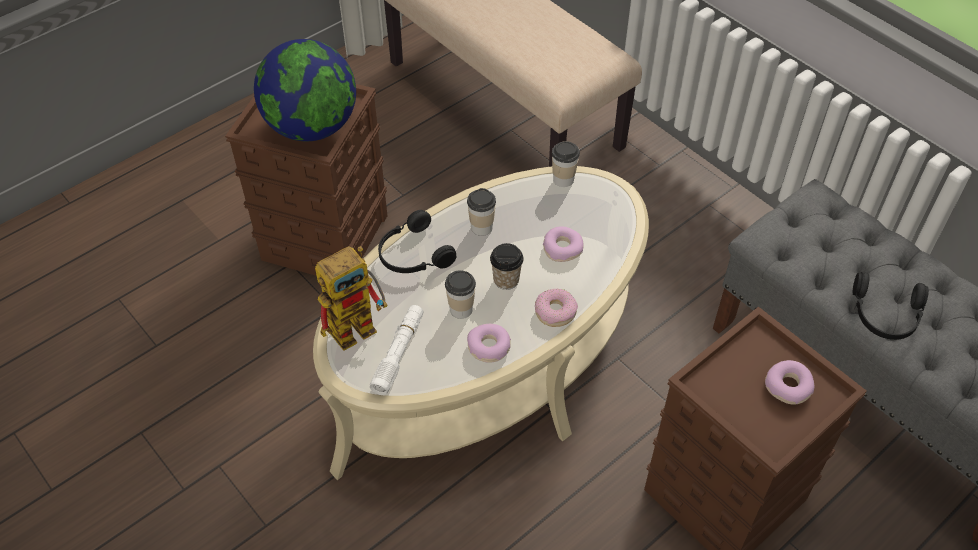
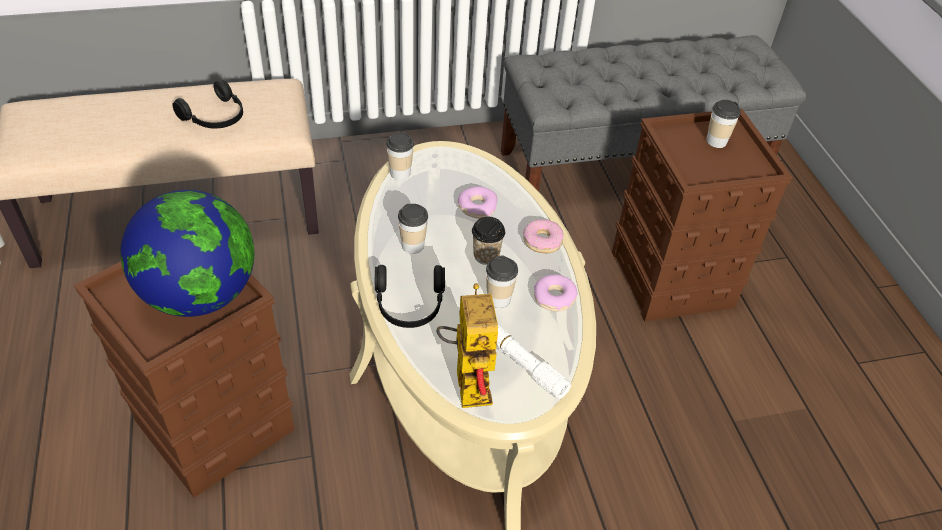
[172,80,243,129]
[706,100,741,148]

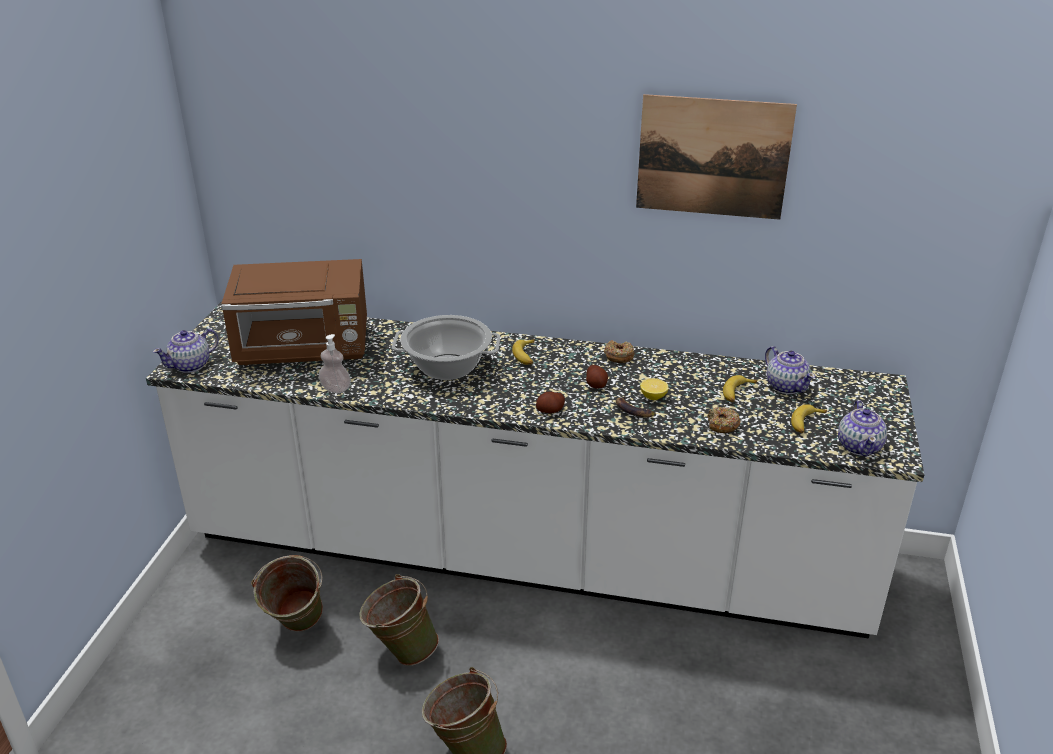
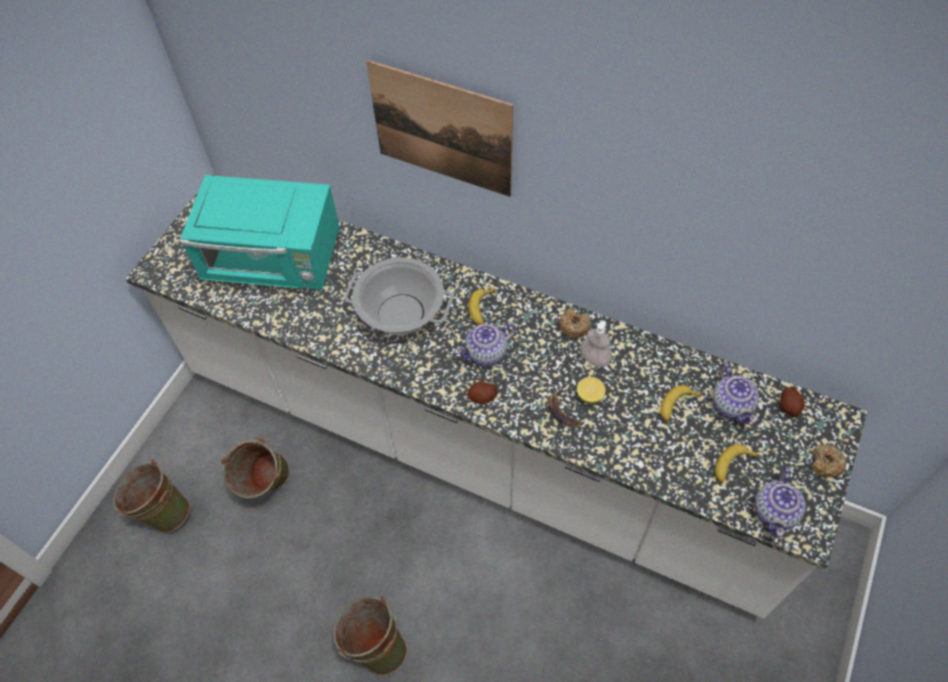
[113,460,190,533]
[180,175,340,290]
[366,60,513,197]
[454,322,516,367]
[580,321,612,367]
[780,387,805,417]
[812,445,846,477]

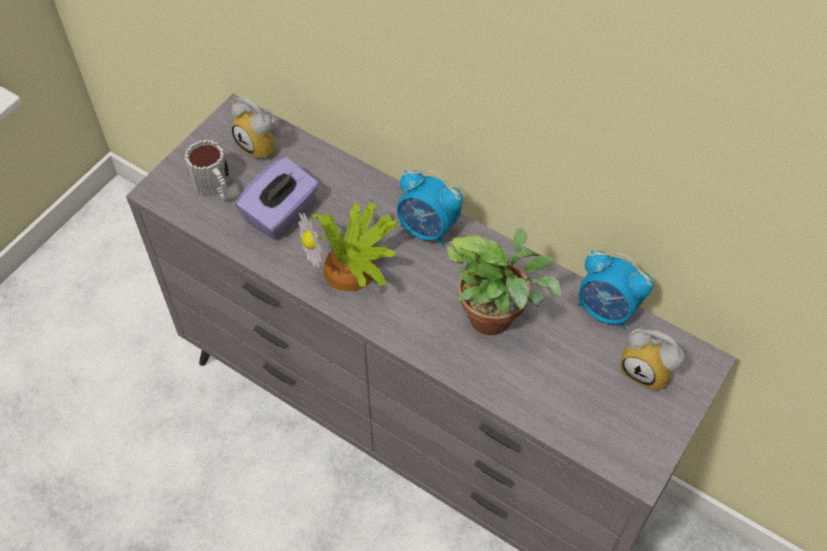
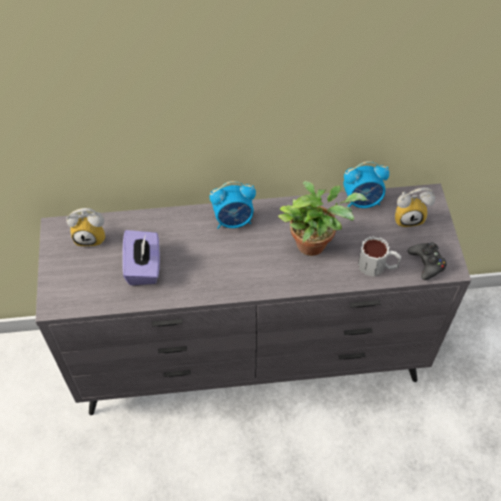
[358,236,401,277]
[408,242,446,280]
[298,201,398,291] (first image)

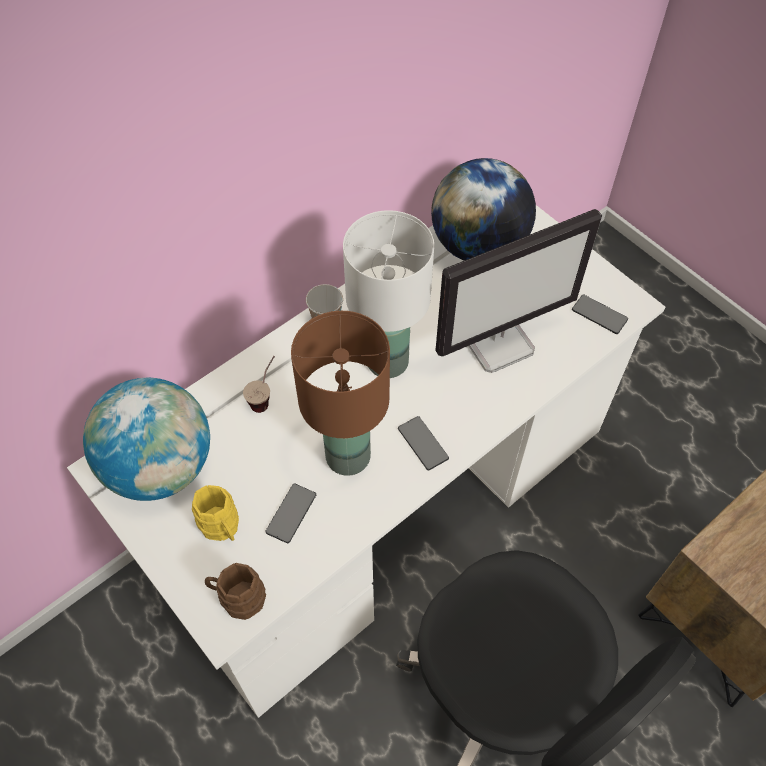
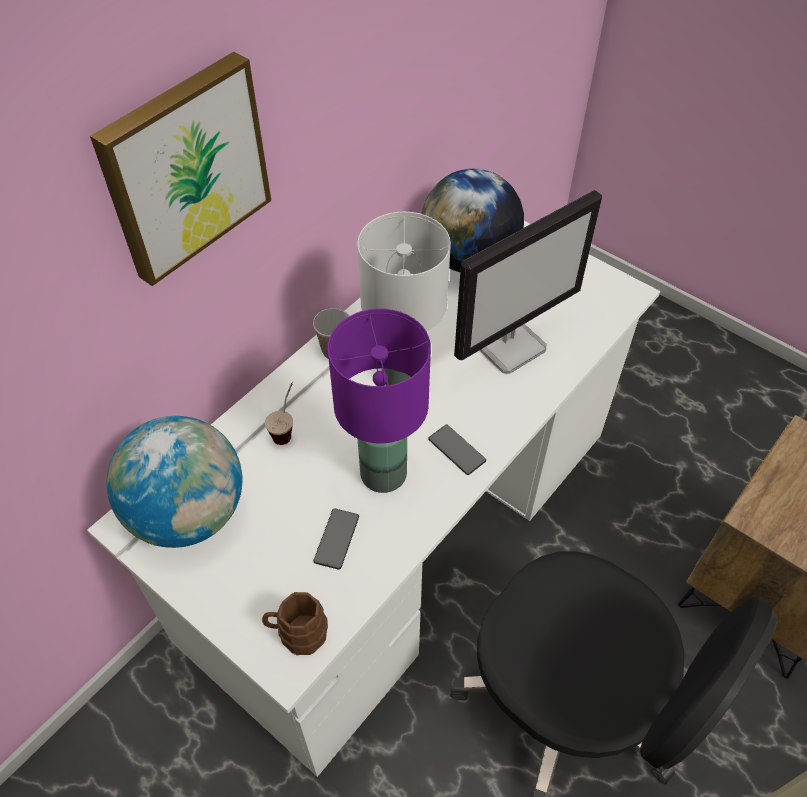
[90,52,271,286]
[328,309,431,493]
[192,485,239,541] (first image)
[572,294,628,334] (first image)

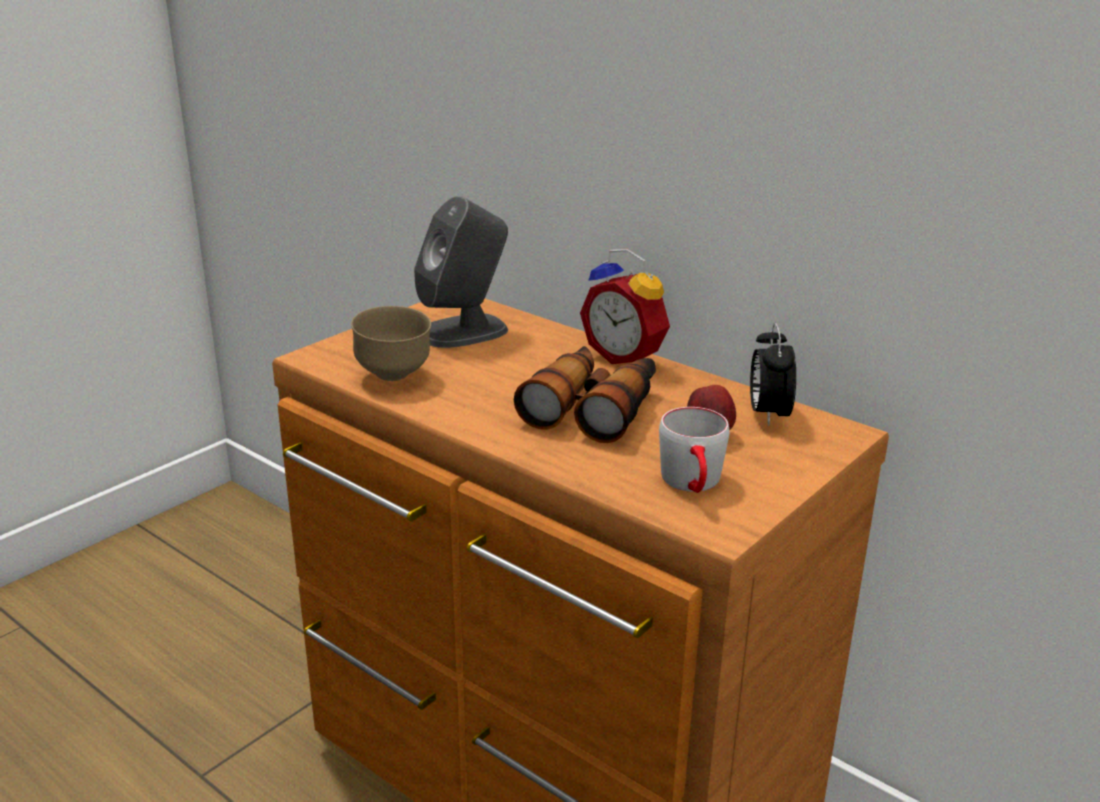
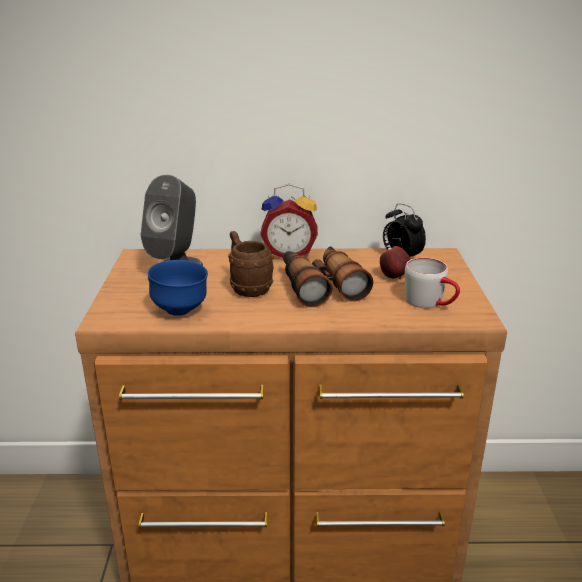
[148,260,208,316]
[228,231,274,297]

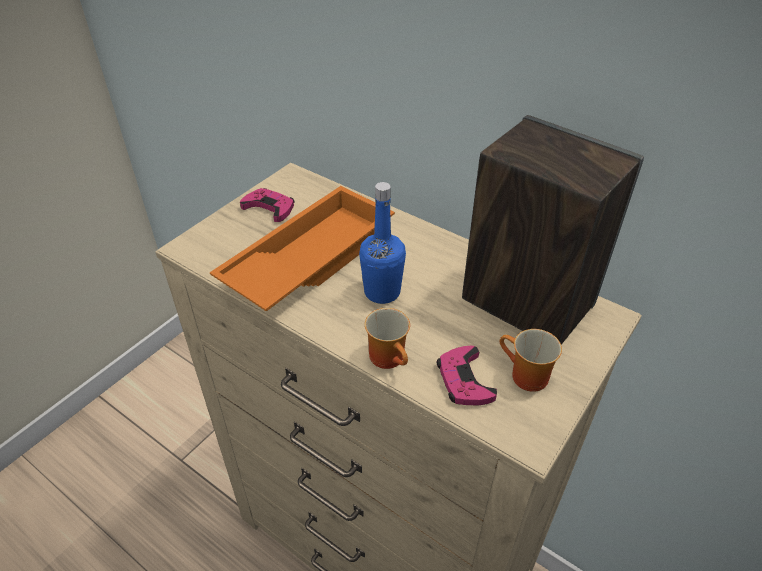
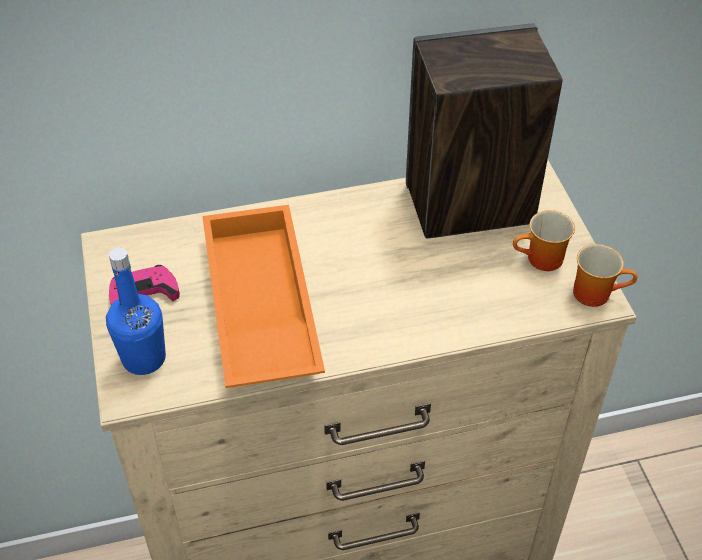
[106,248,166,375]
[573,244,638,307]
[437,346,497,405] (first image)

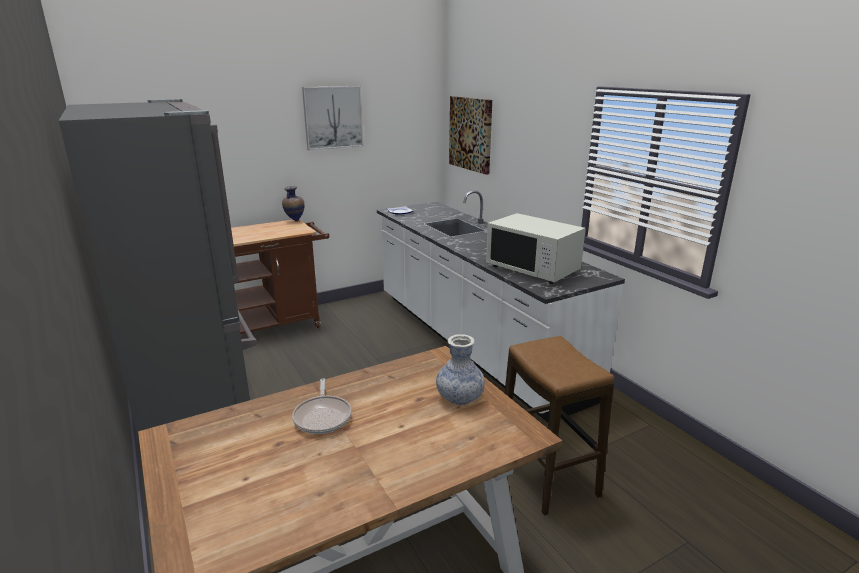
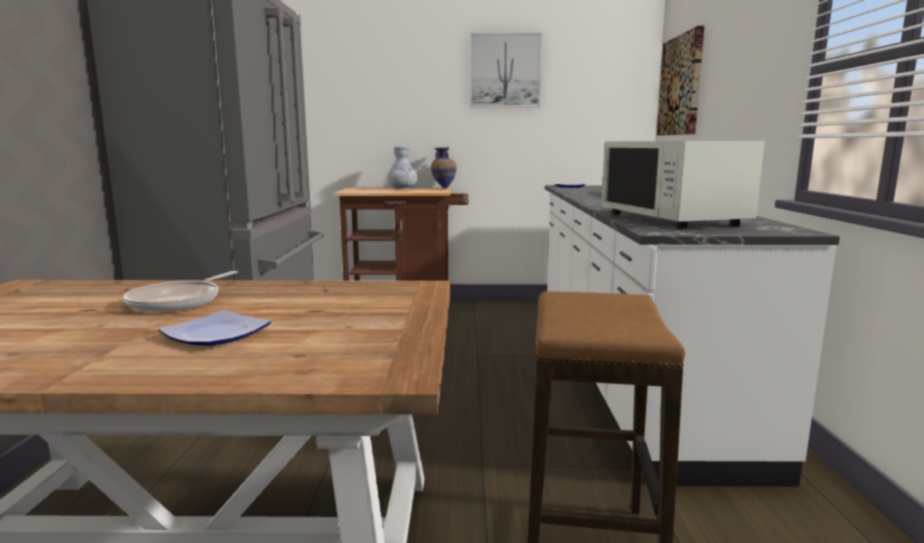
[158,310,271,346]
[387,147,418,190]

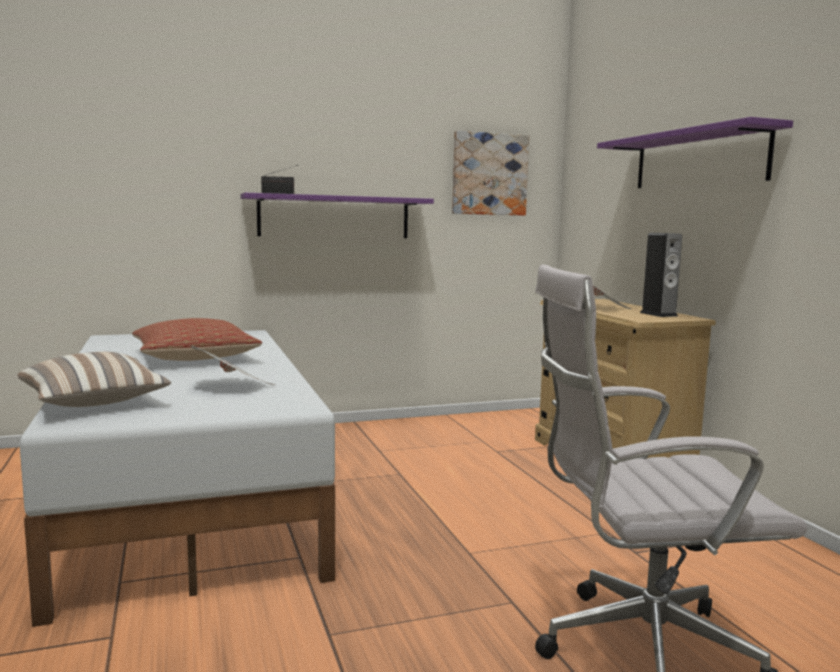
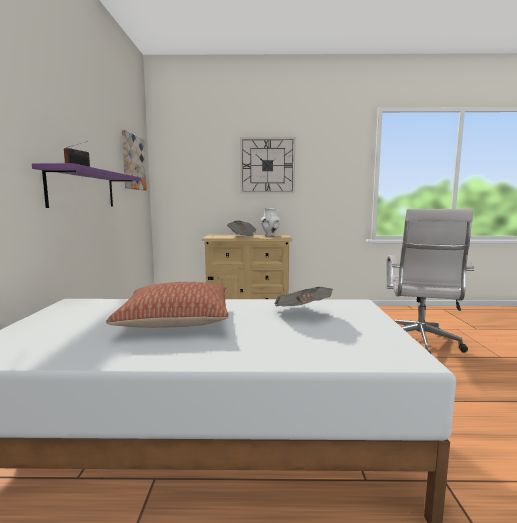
[240,137,295,194]
[261,208,280,236]
[17,352,171,407] (first image)

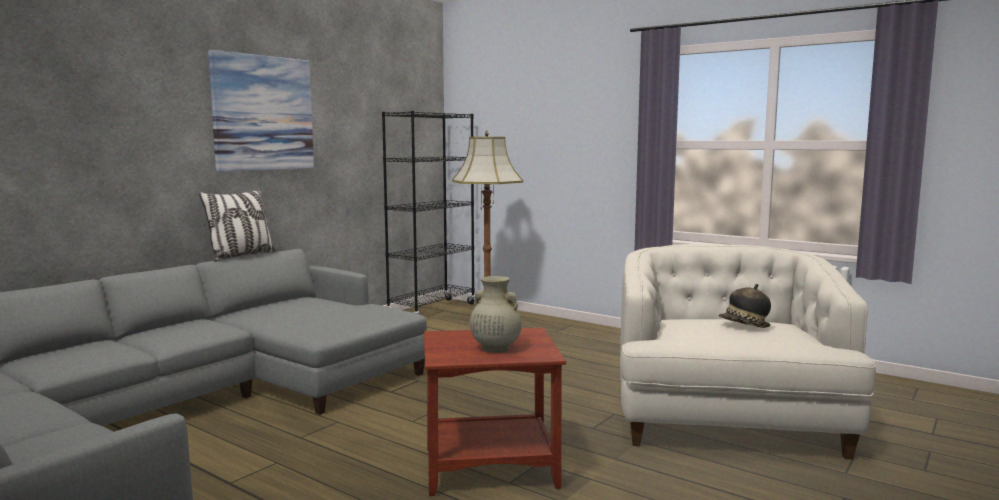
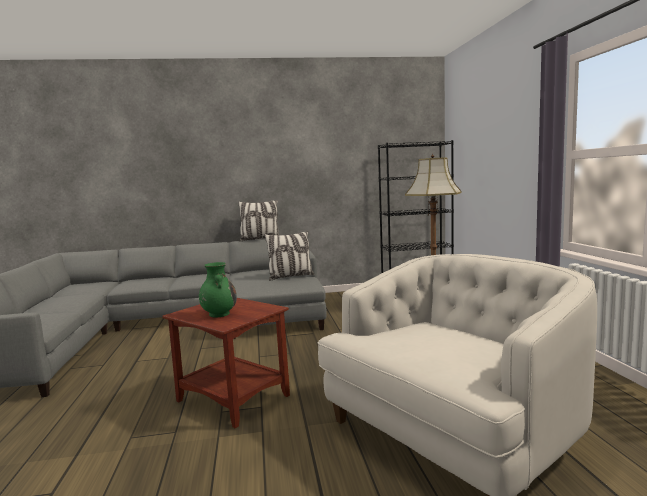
[199,262,237,317]
[264,231,314,281]
[208,50,314,172] (first image)
[719,284,771,328] (first image)

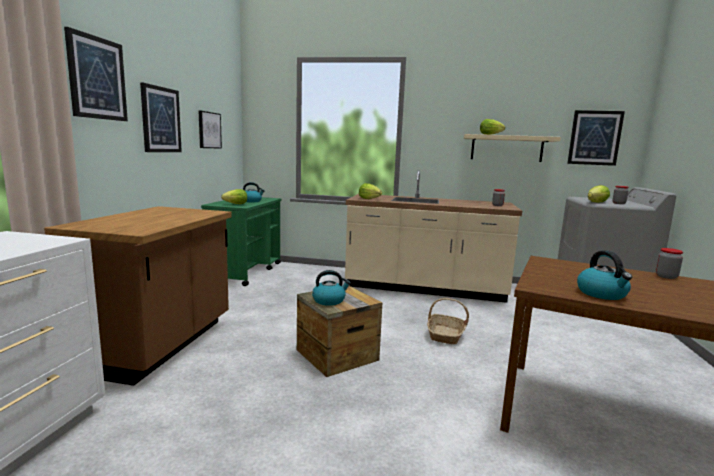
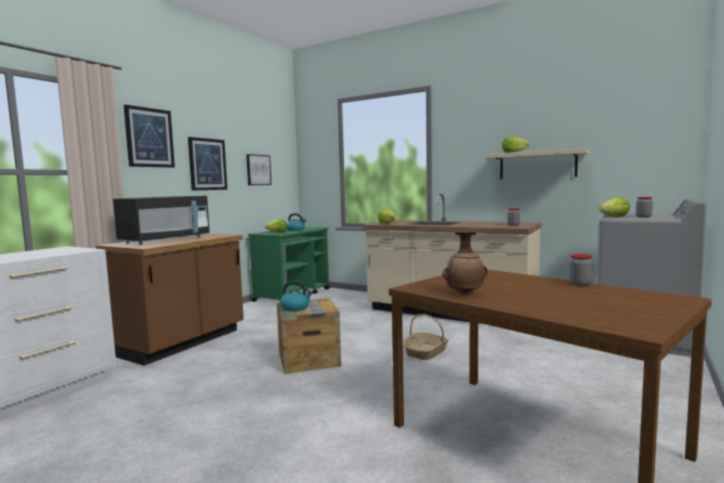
[113,196,210,245]
[442,231,488,294]
[567,110,625,166] (first image)

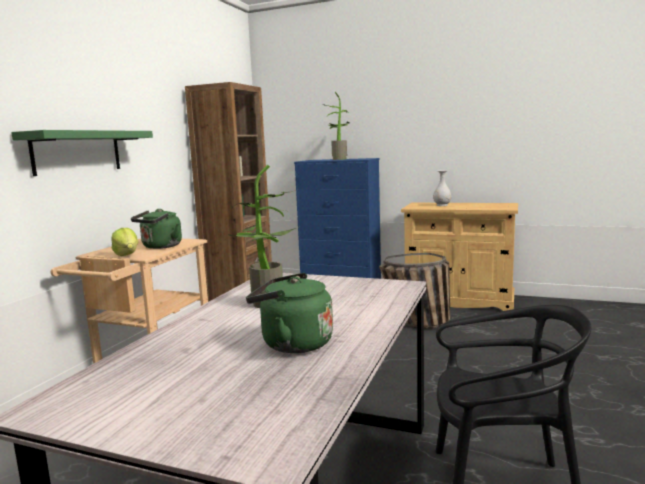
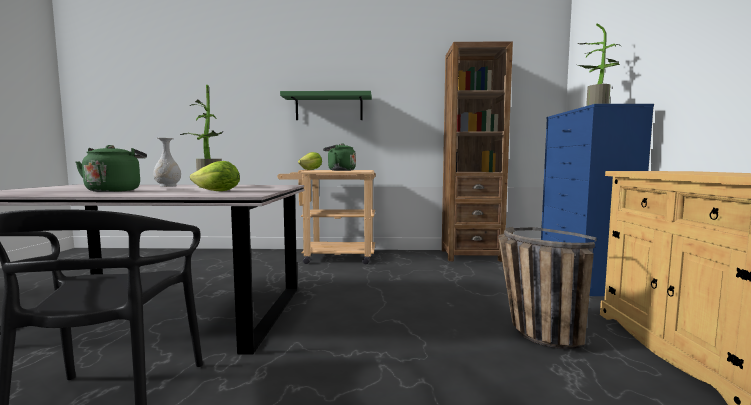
[153,138,181,187]
[190,161,240,191]

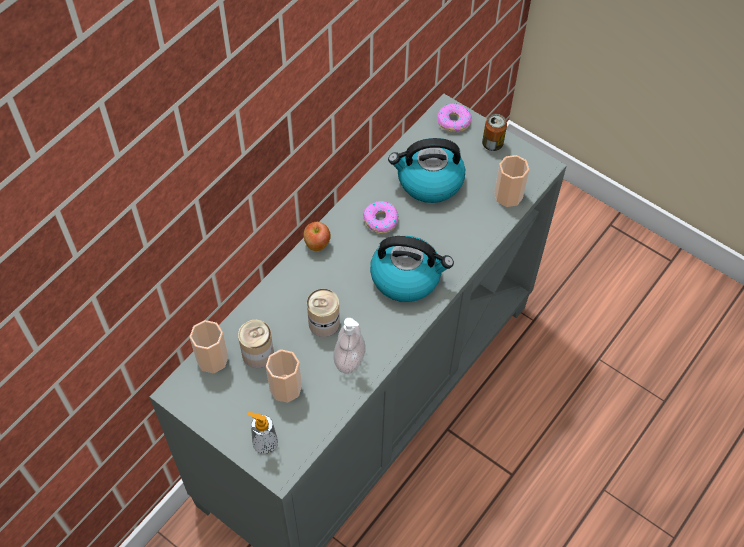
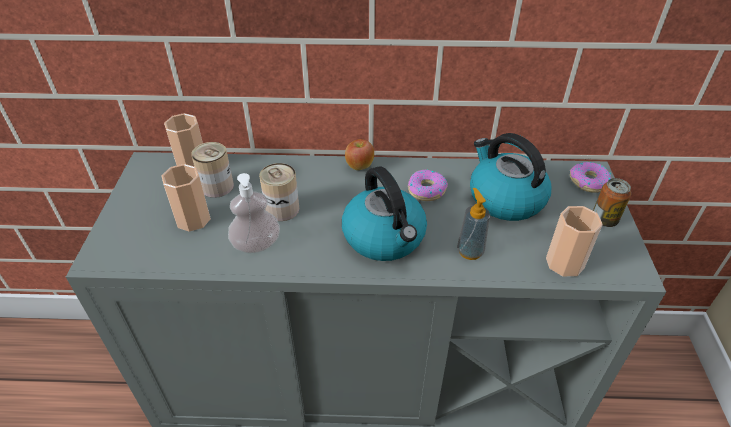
[457,188,490,260]

